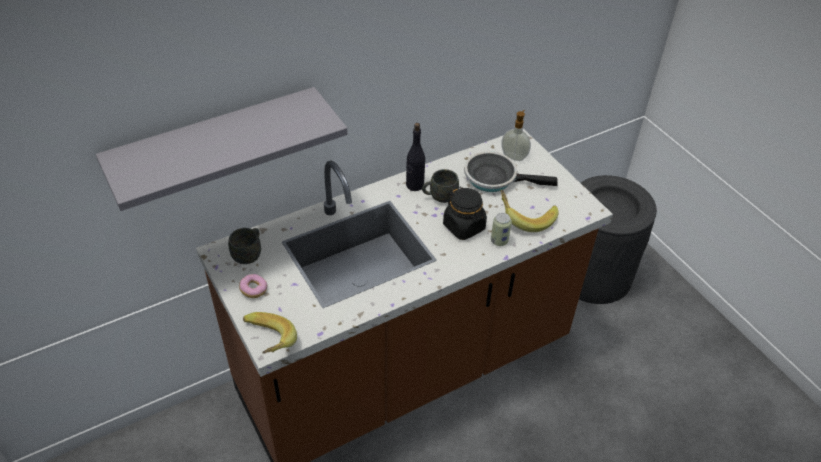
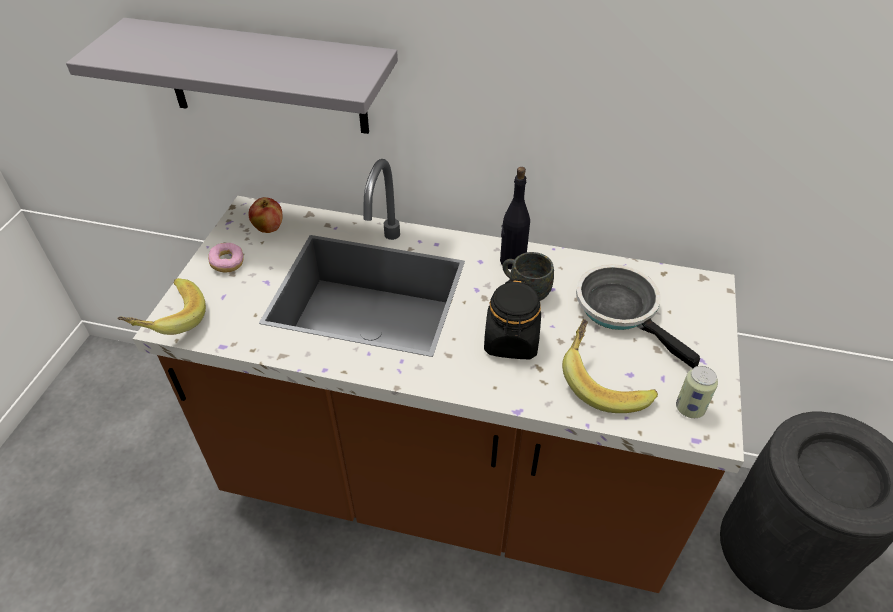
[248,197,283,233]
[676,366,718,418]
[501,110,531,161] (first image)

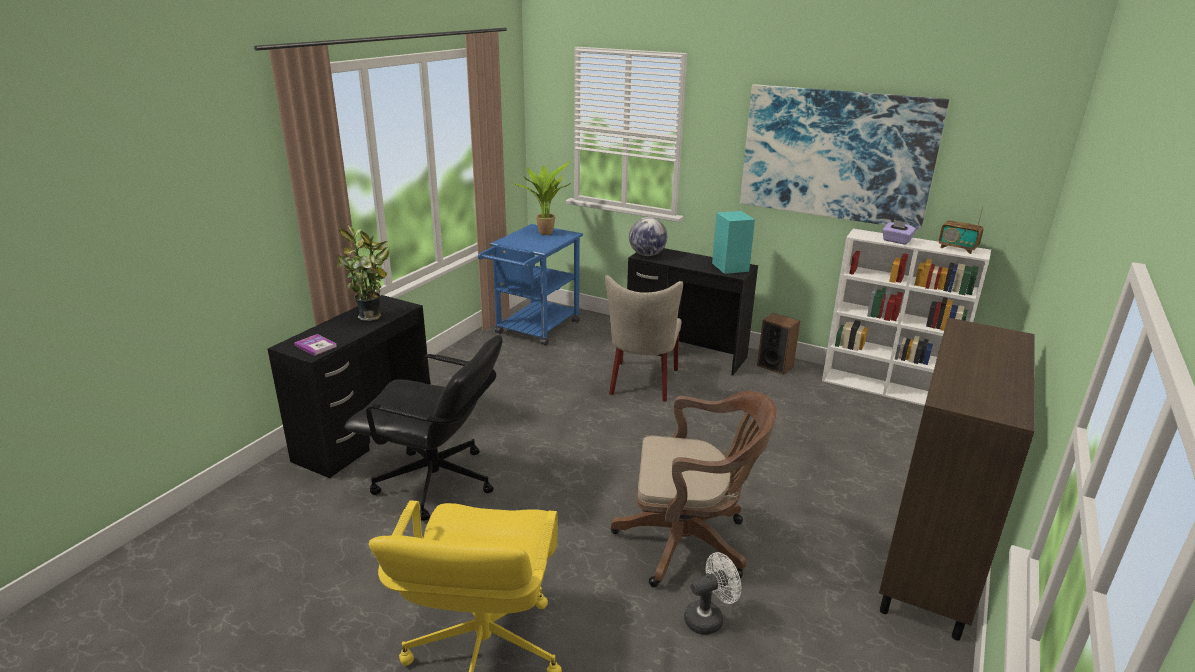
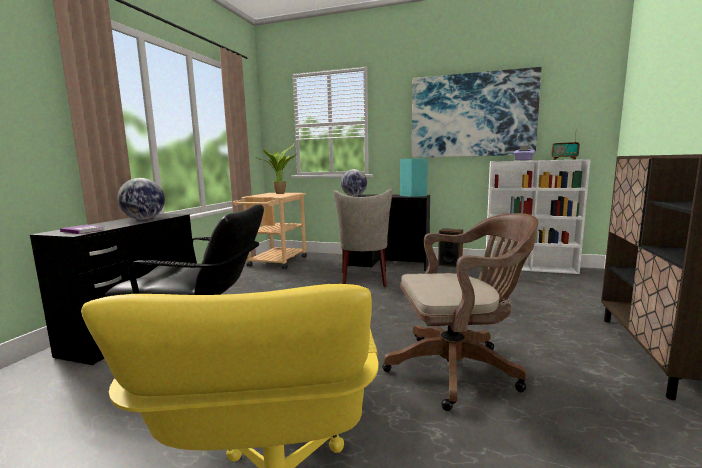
[117,178,165,220]
[233,193,307,269]
[684,552,741,635] (first image)

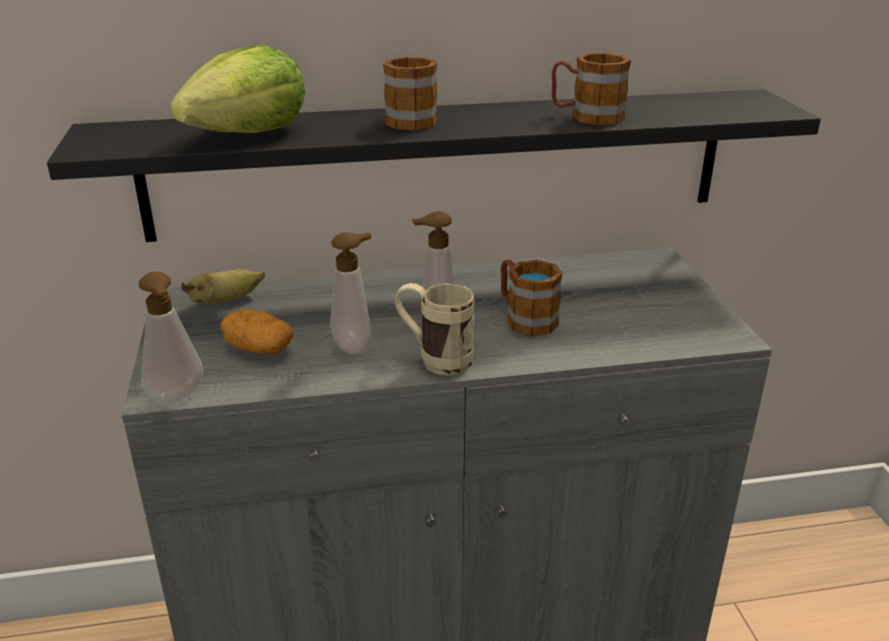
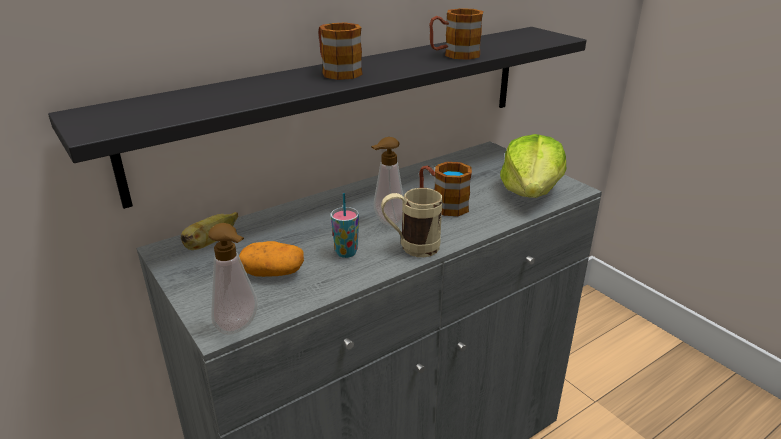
[331,193,359,258]
[500,134,566,198]

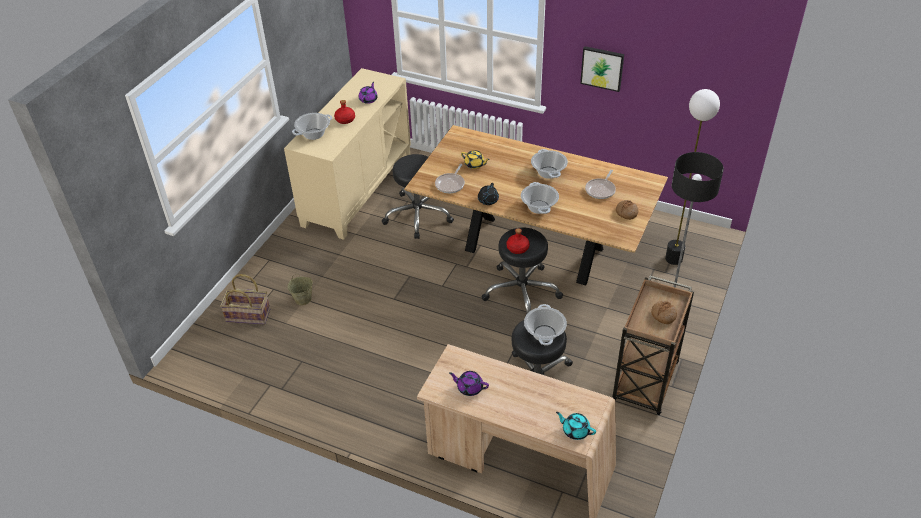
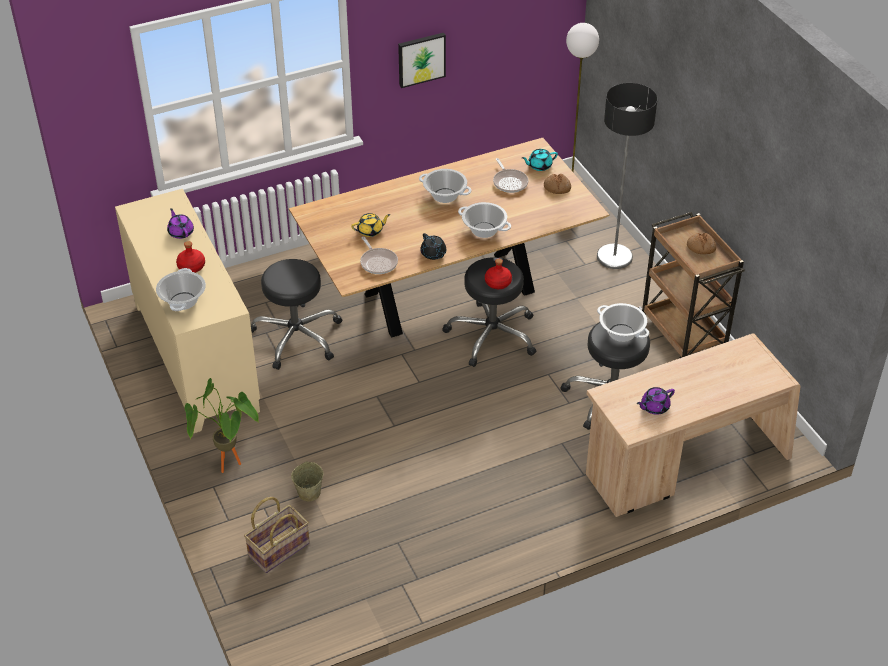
[185,378,259,473]
[522,149,558,171]

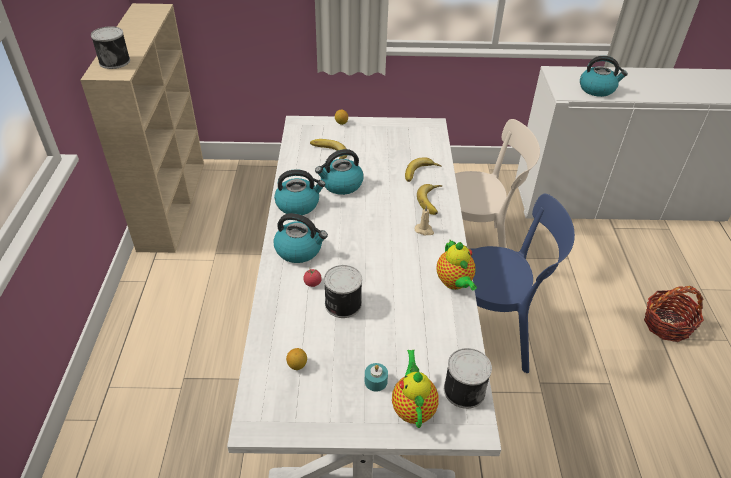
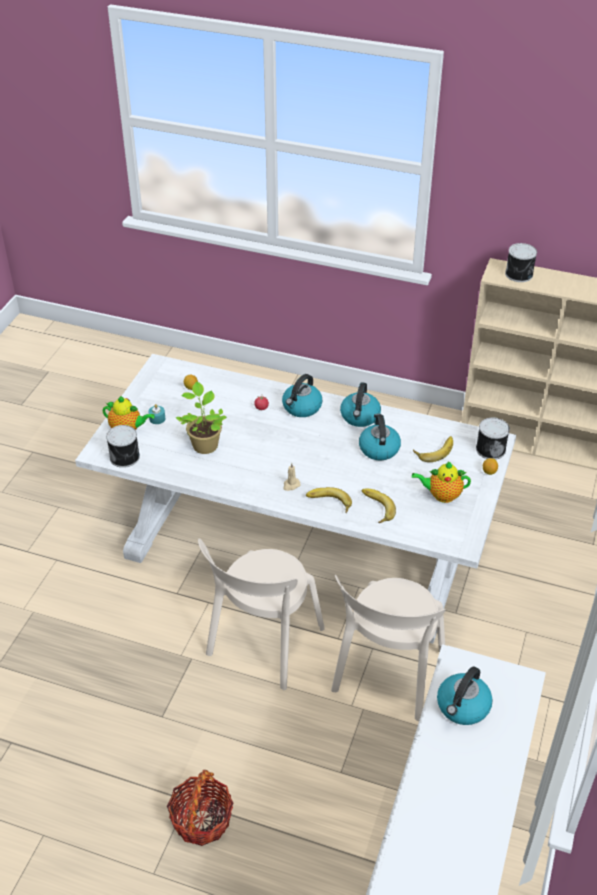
[176,381,227,454]
[198,538,325,690]
[412,461,471,503]
[476,417,510,460]

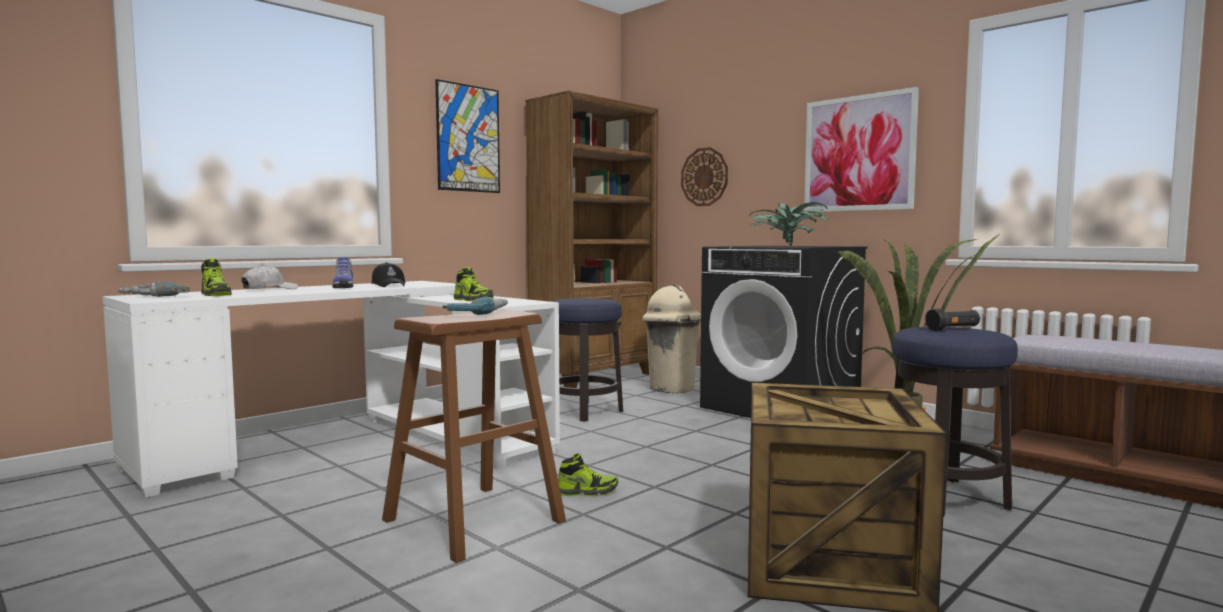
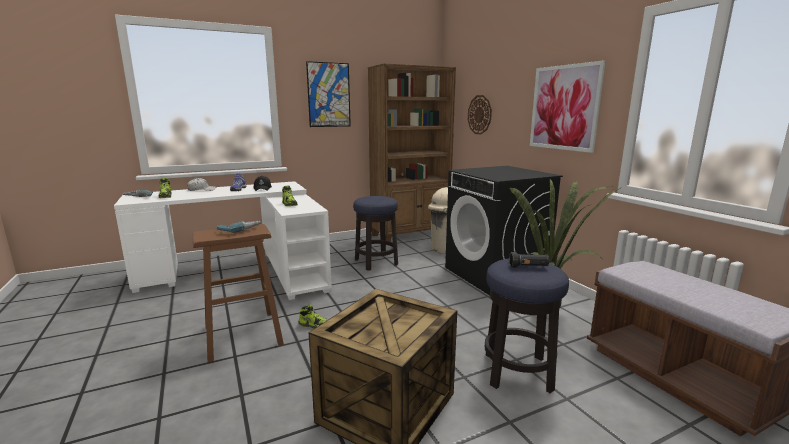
[750,202,828,246] (first image)

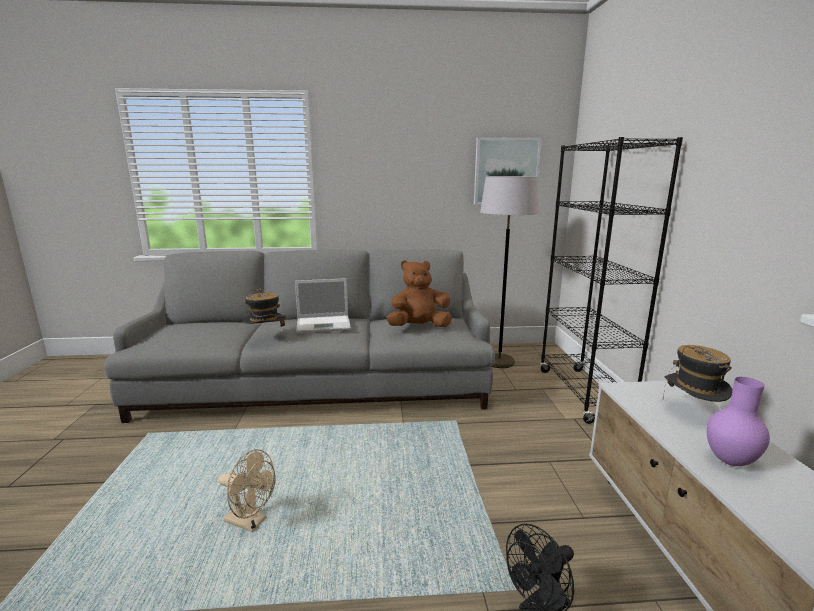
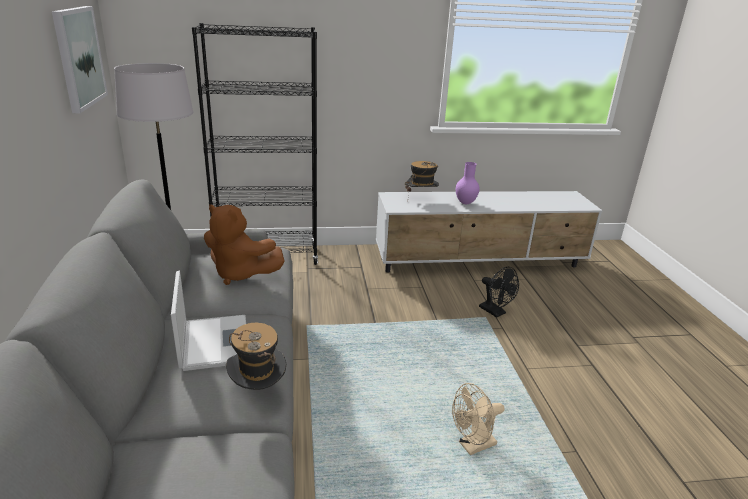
[204,204,284,285]
[452,383,504,455]

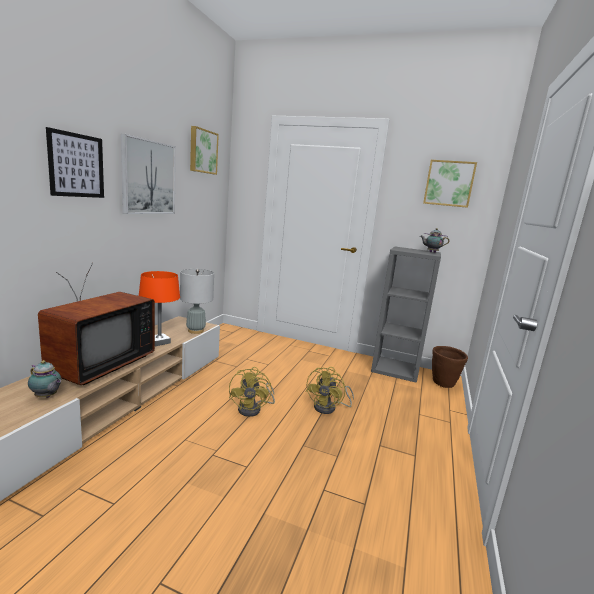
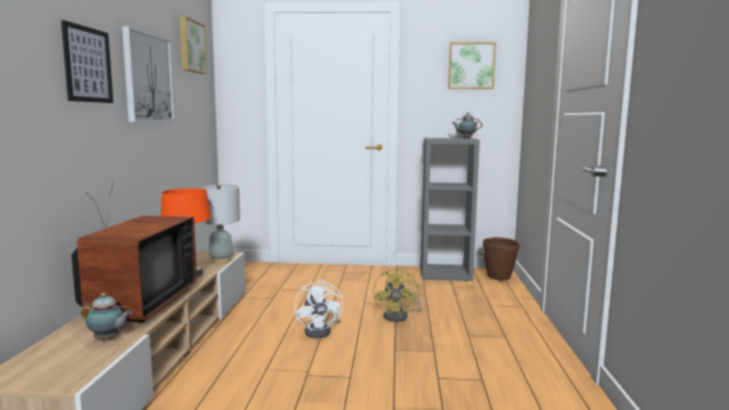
[294,279,343,338]

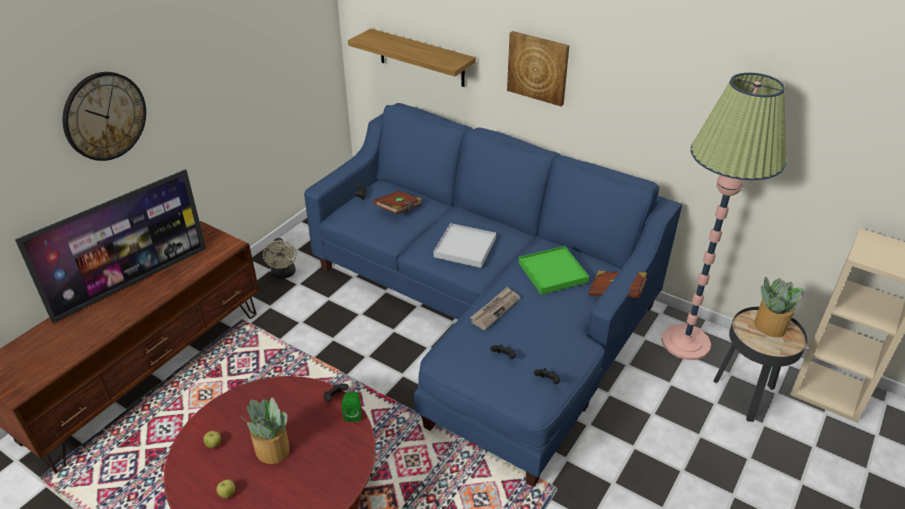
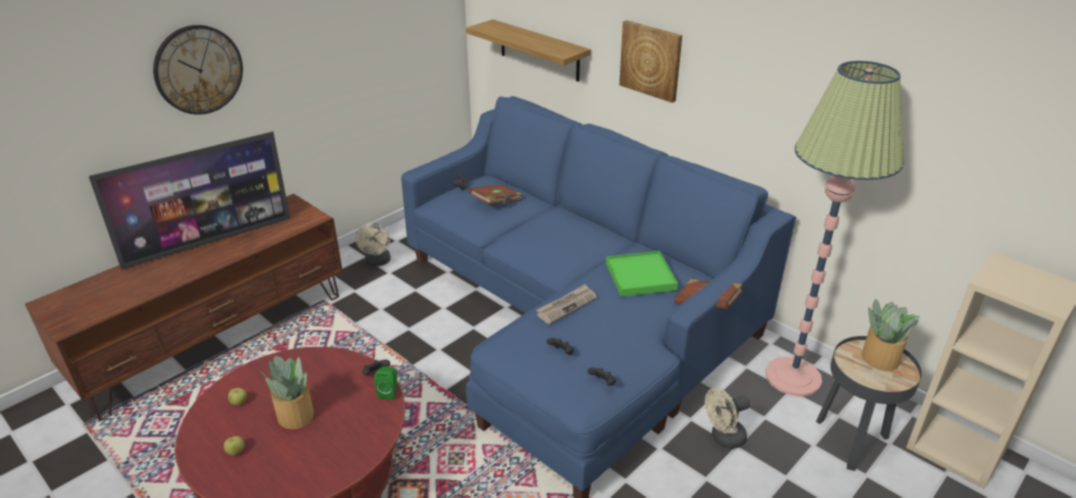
[705,388,750,449]
[434,223,496,268] (first image)

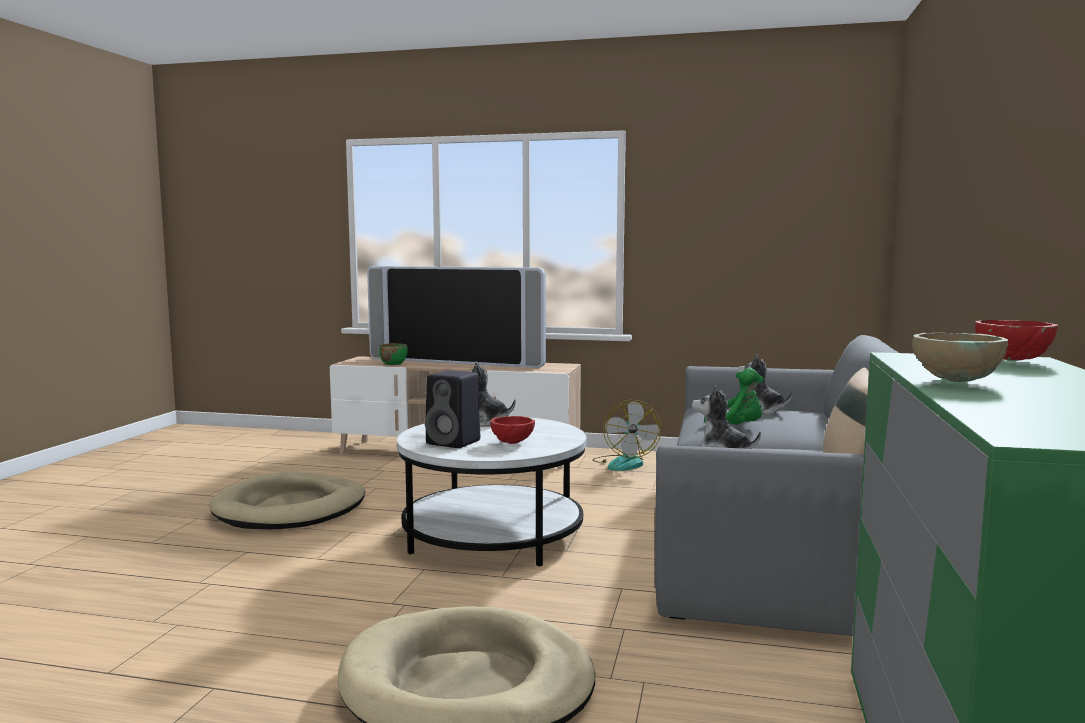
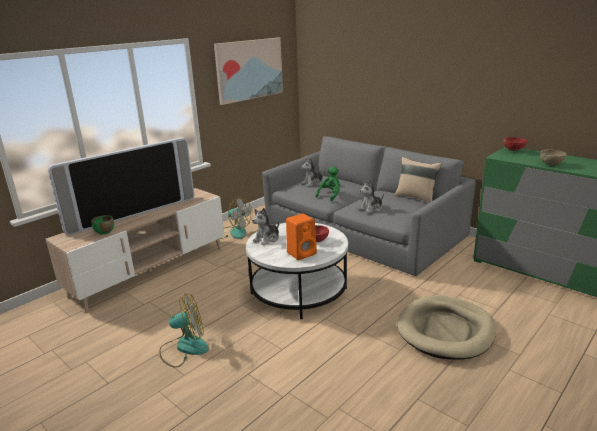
[159,294,209,368]
[214,38,283,105]
[286,213,317,260]

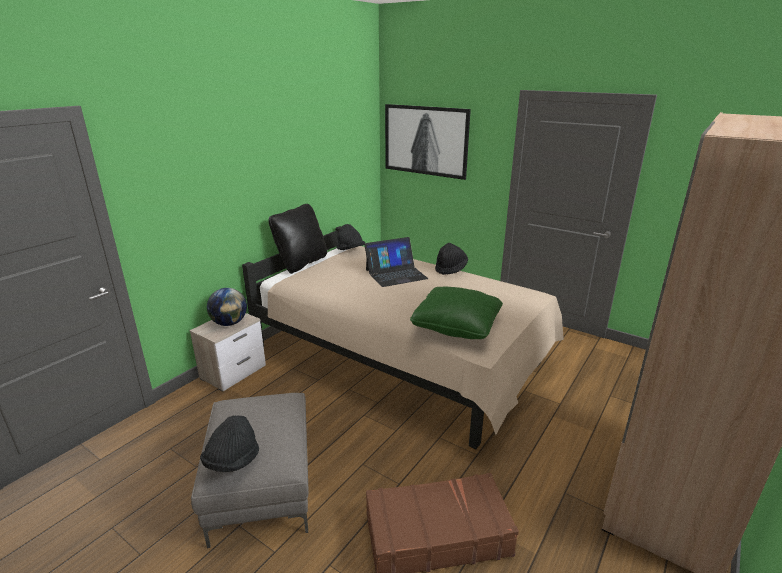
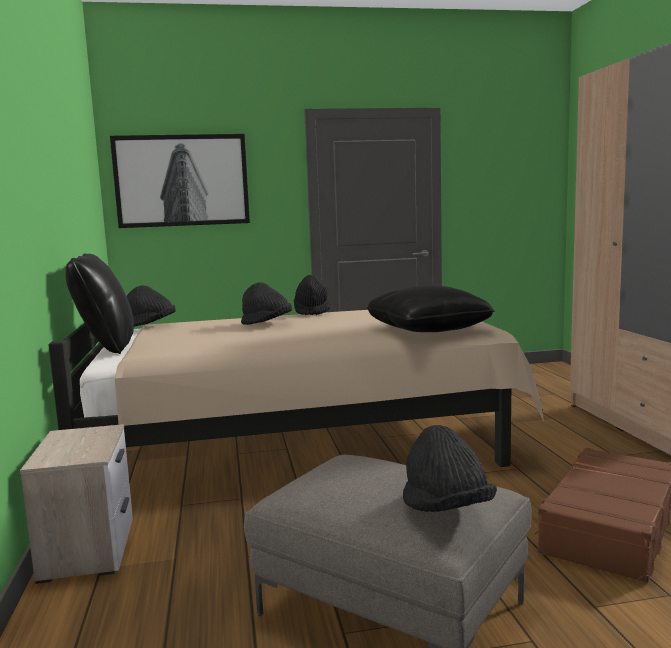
[241,282,292,325]
[366,285,495,332]
[207,288,247,326] (first image)

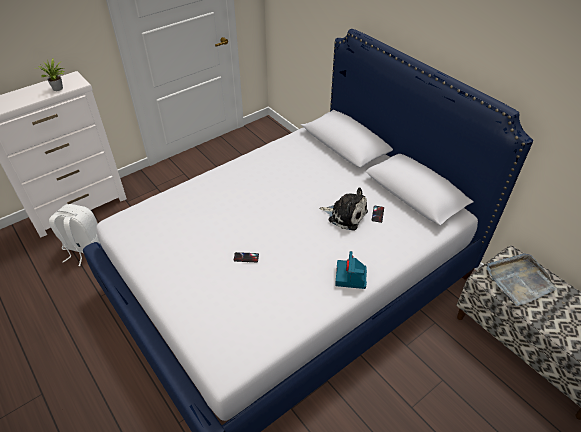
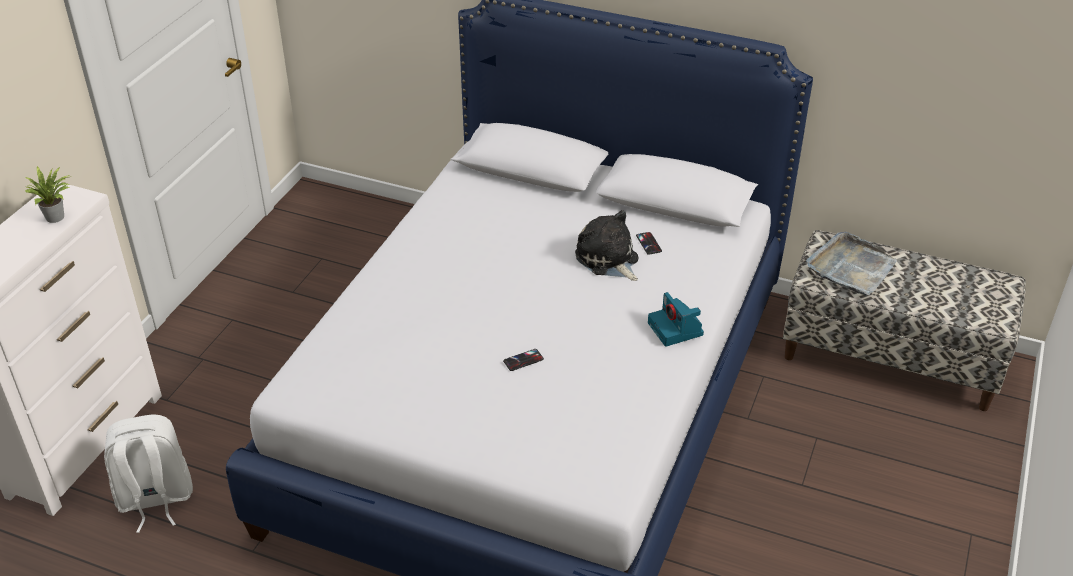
[575,210,638,281]

